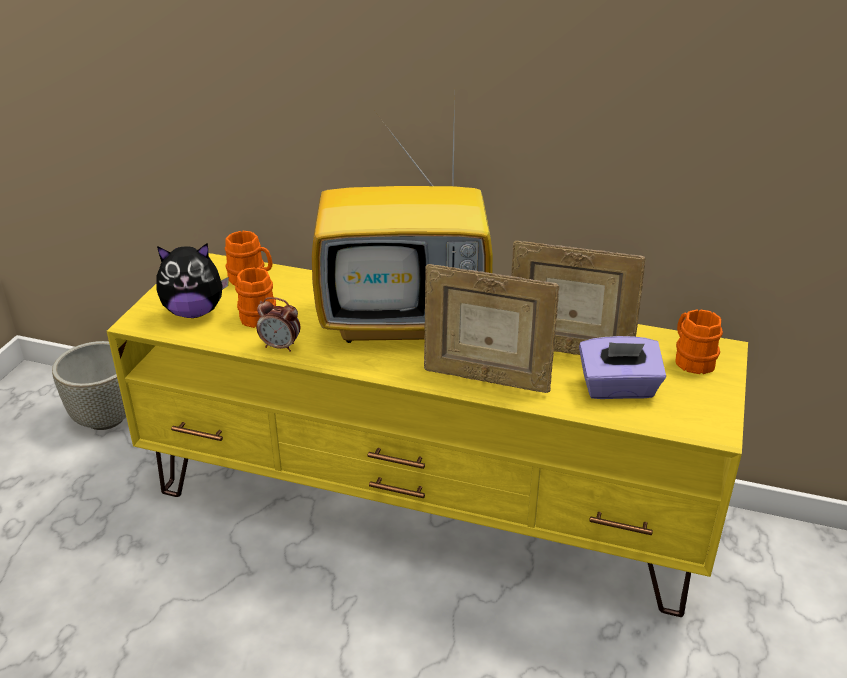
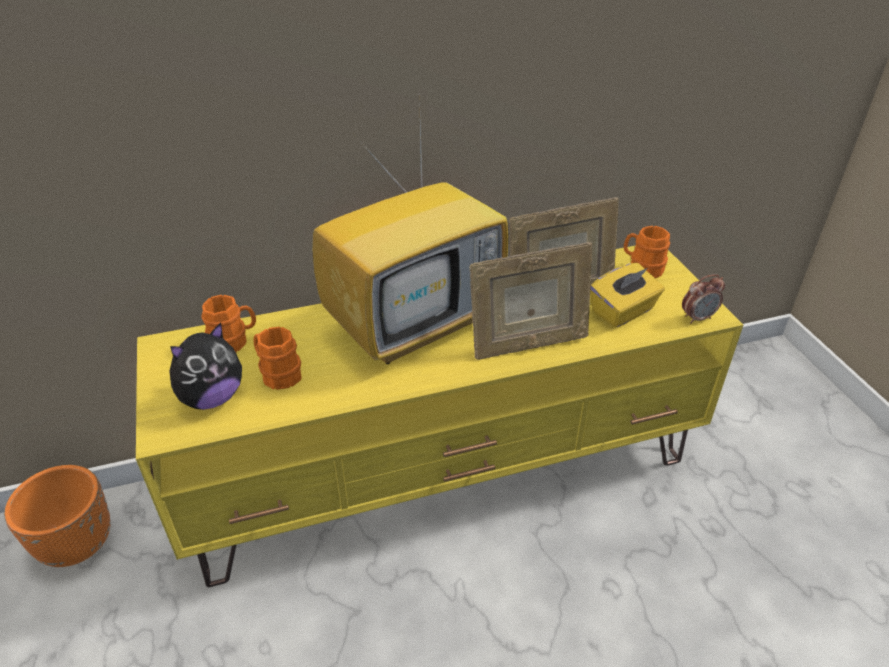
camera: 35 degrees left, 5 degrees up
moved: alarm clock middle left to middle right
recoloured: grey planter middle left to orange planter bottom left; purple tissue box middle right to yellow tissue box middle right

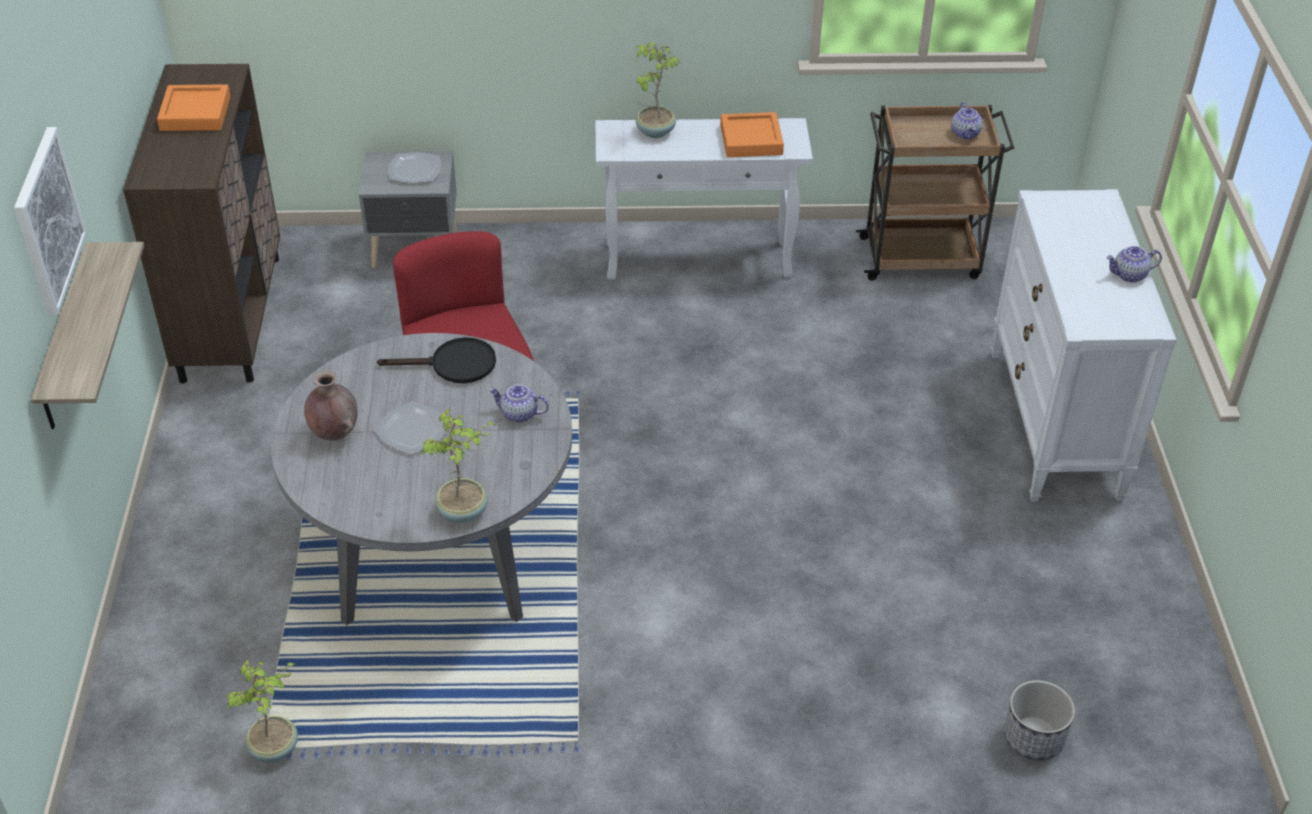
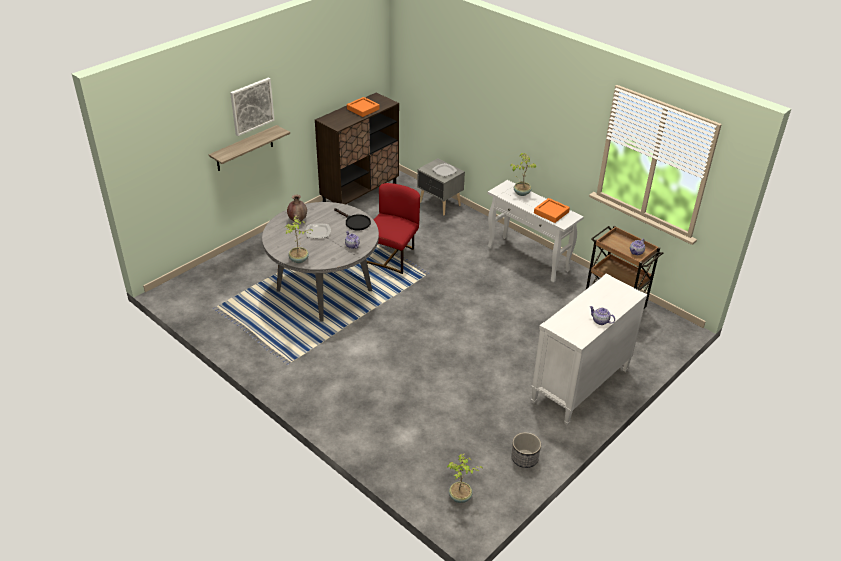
camera: 45 degrees right, 5 degrees down
moved: potted plant (1st from left in the first image) bottom left to potted plant (2nd from left) bottom centre; planter bottom right to bottom centre

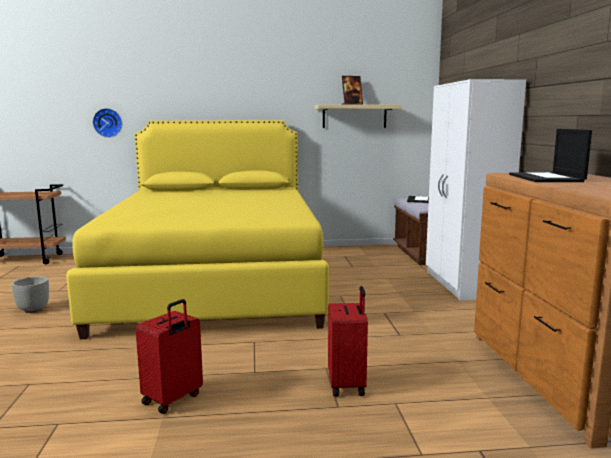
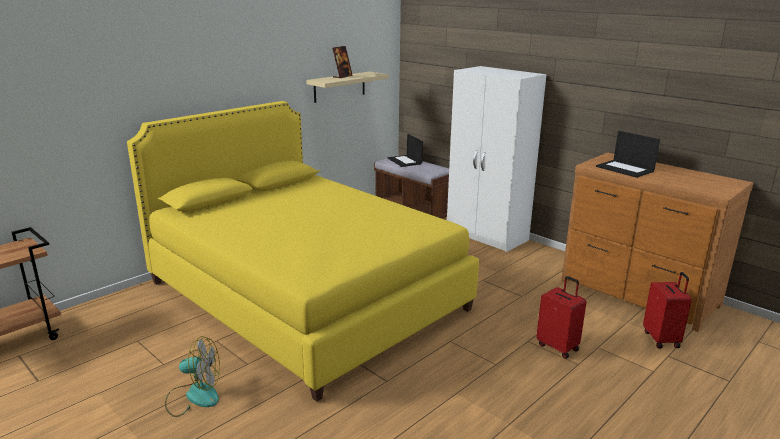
camera: 40 degrees left, 10 degrees up
removed: wall clock top left
moved: red suitcase (1st from left in the first image) bottom left to red suitcase (2nd from left) bottom right
replaced: grey planter middle left to fan bottom left

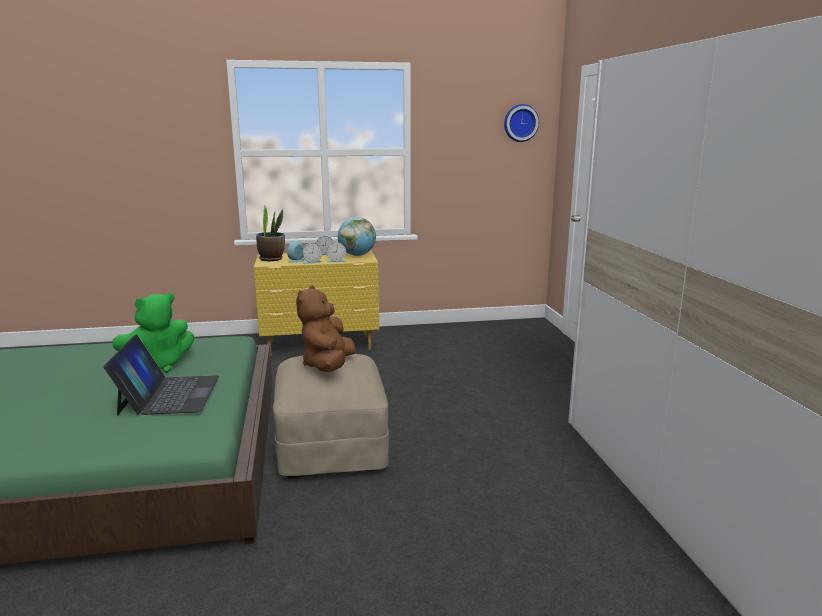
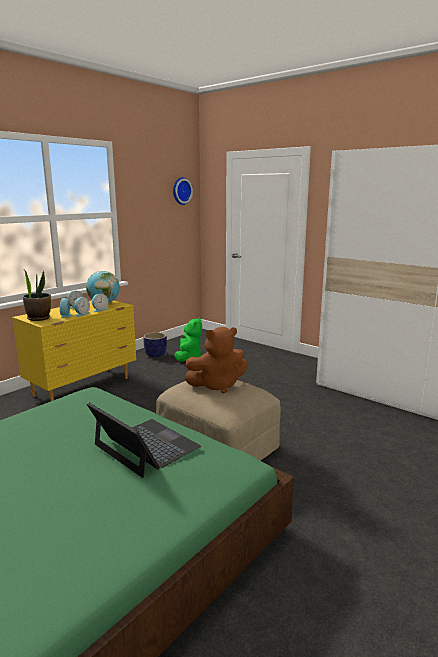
camera: 40 degrees left, 0 degrees up
added: planter centre
moved: green plush toy middle left to centre
turned: brown plush toy centre = centre 75 degrees counterclockwise

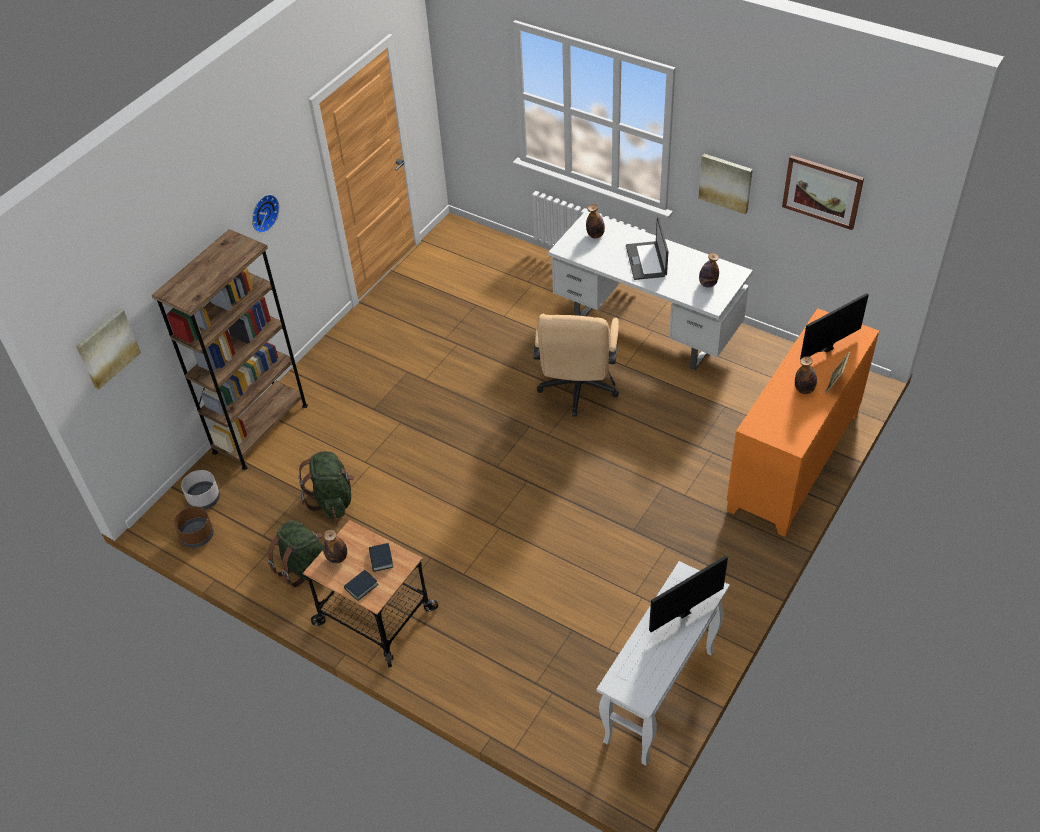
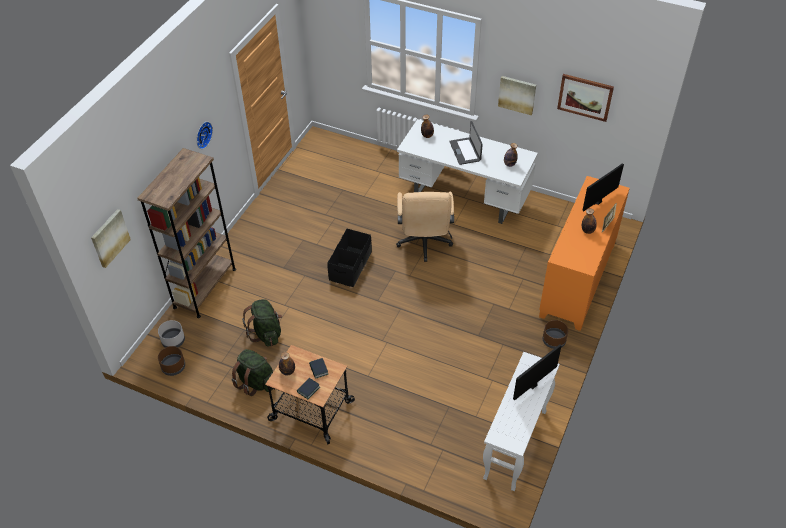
camera: 10 degrees left, 0 degrees up
added: black storage box centre; brown planter (2nd from left) middle right

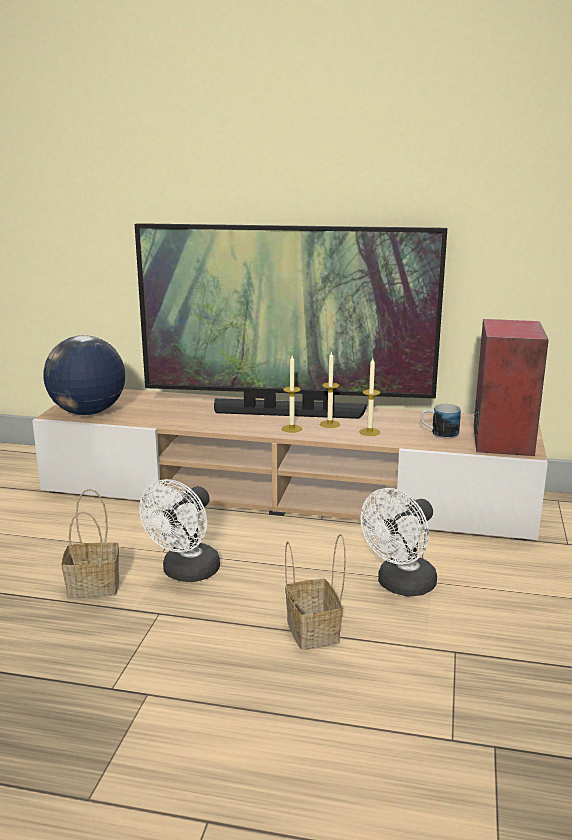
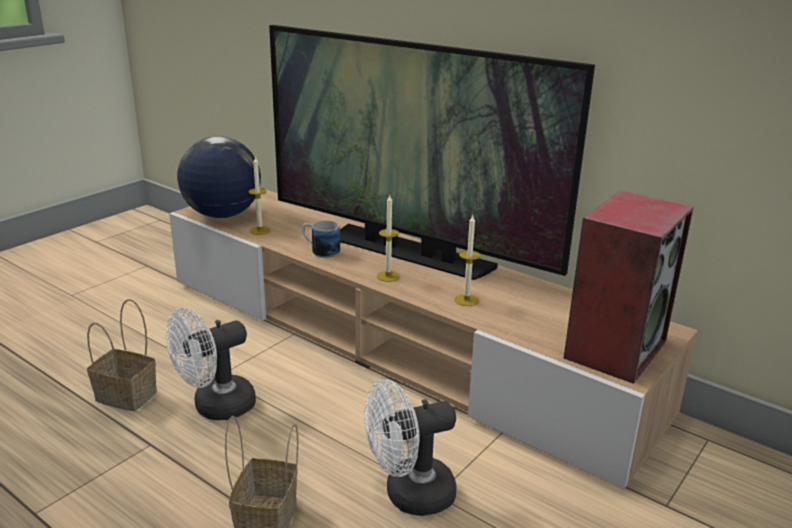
camera: 25 degrees right, 5 degrees up
moved: candle (2nd from left in the first image) centre to candle (1st from left) middle left; mug middle right to centre

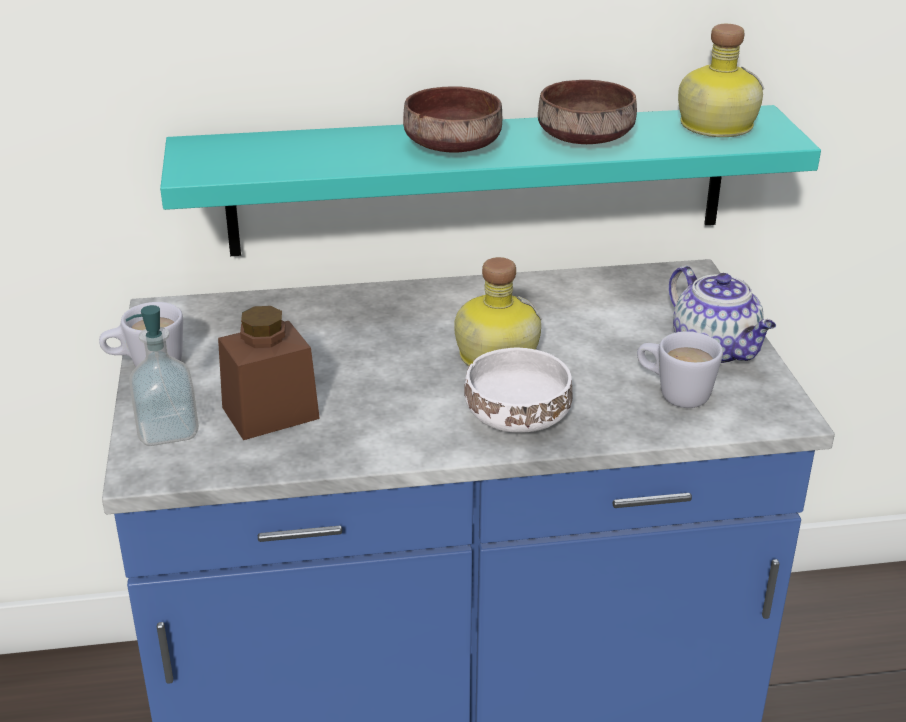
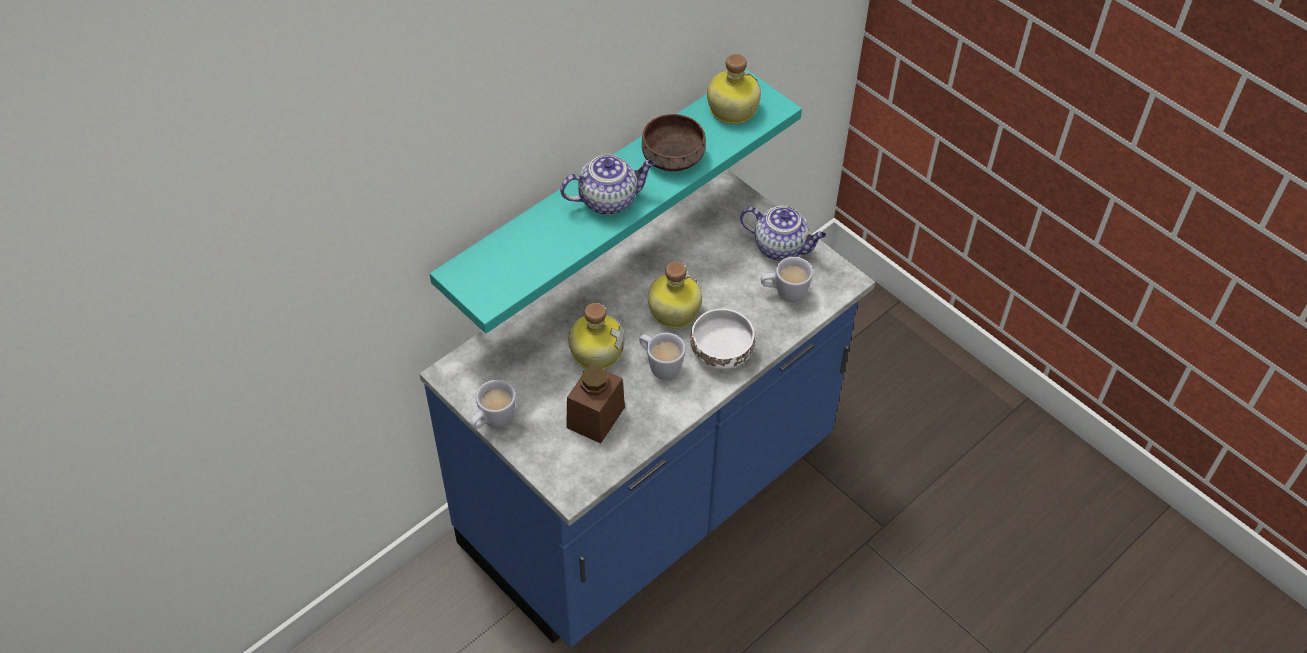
camera: 35 degrees left, 20 degrees up
removed: soap dispenser middle left
added: bottle (1st from left) centre; white mug (2nd from left) centre
replaced: brown bowl (1st from left) top centre to teapot (1st from left) top centre

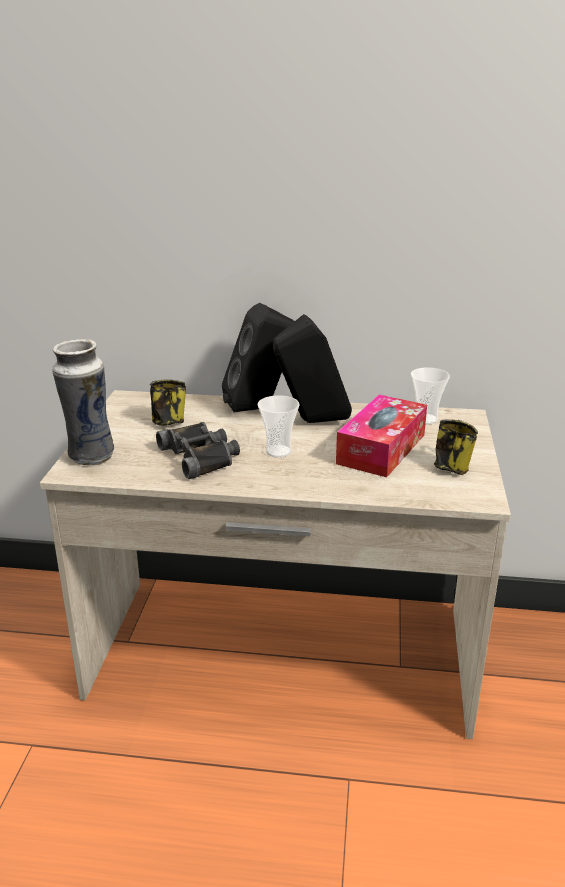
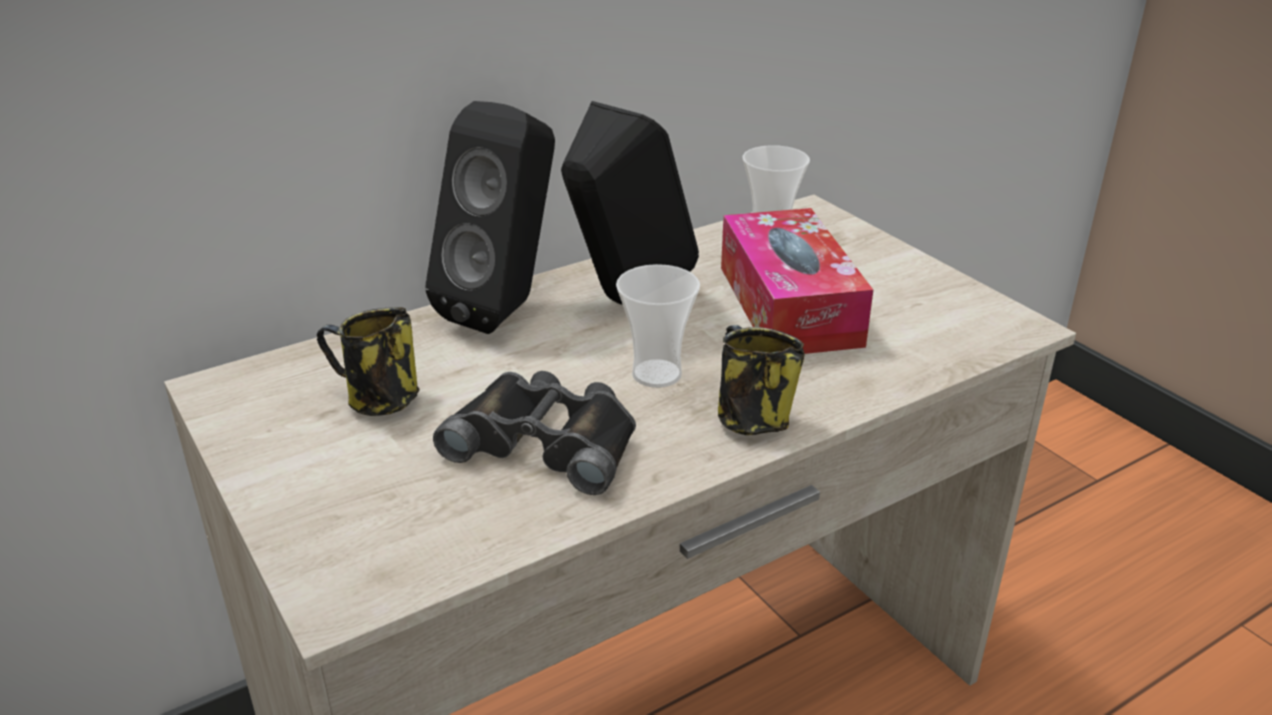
camera: 40 degrees left, 5 degrees up
removed: vase middle left
moved: mug (2nd from left) middle right to centre

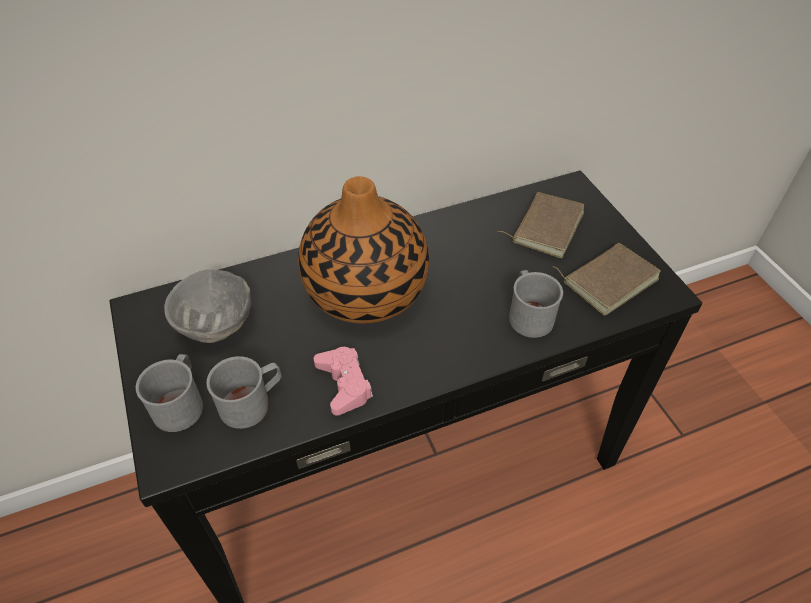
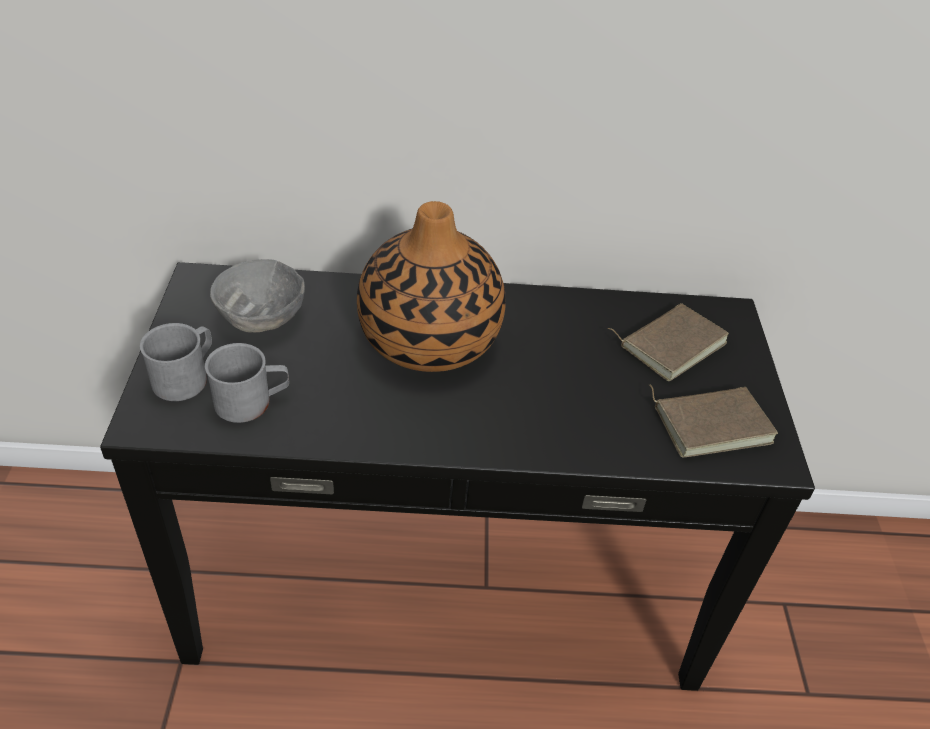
camera: 20 degrees right, 5 degrees down
removed: pink game controller centre; grey mug (3rd from left) centre

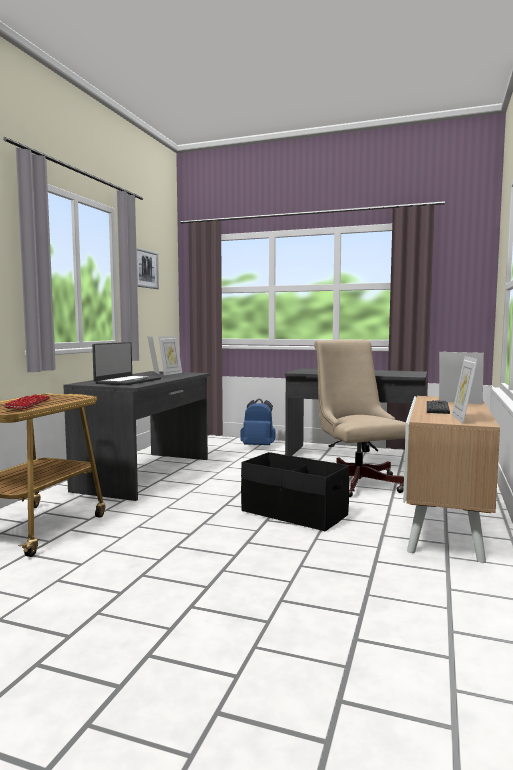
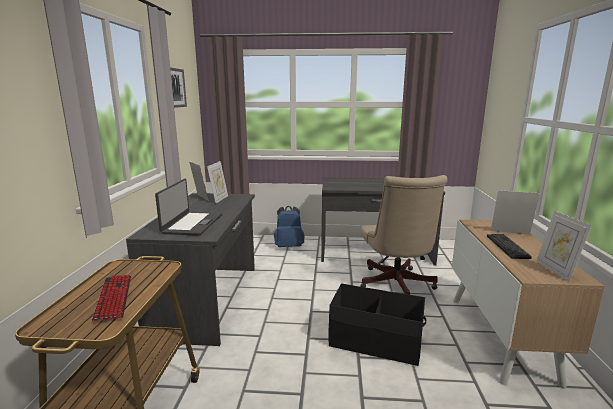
camera: 15 degrees left, 10 degrees up
turned: beige office chair middle right = centre 150 degrees counterclockwise

